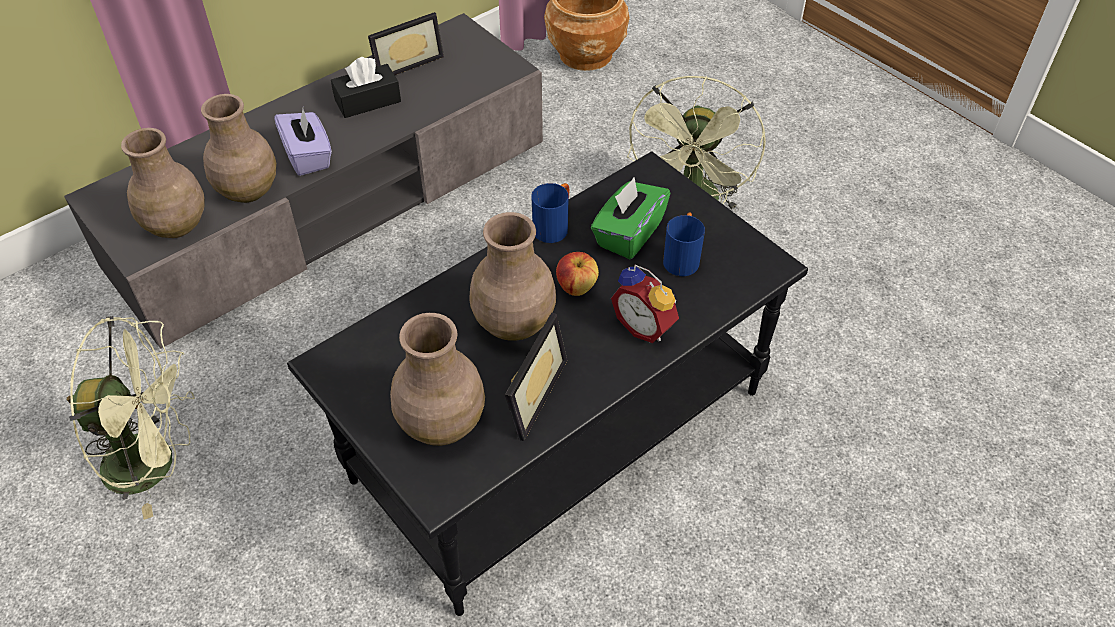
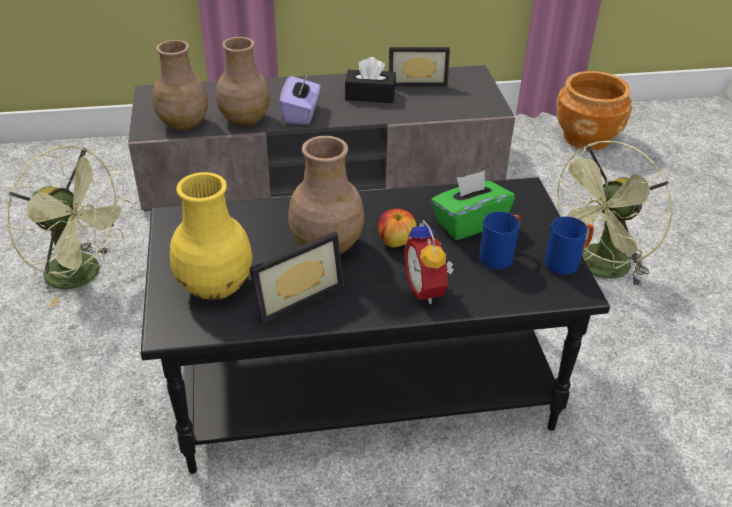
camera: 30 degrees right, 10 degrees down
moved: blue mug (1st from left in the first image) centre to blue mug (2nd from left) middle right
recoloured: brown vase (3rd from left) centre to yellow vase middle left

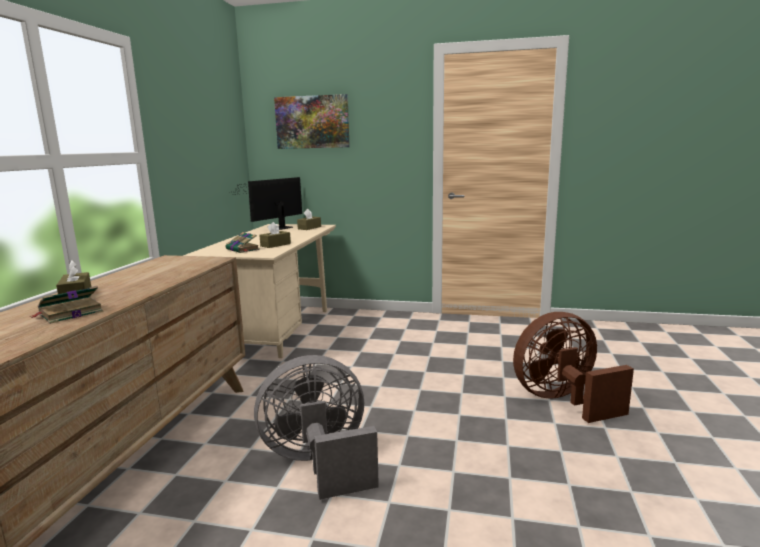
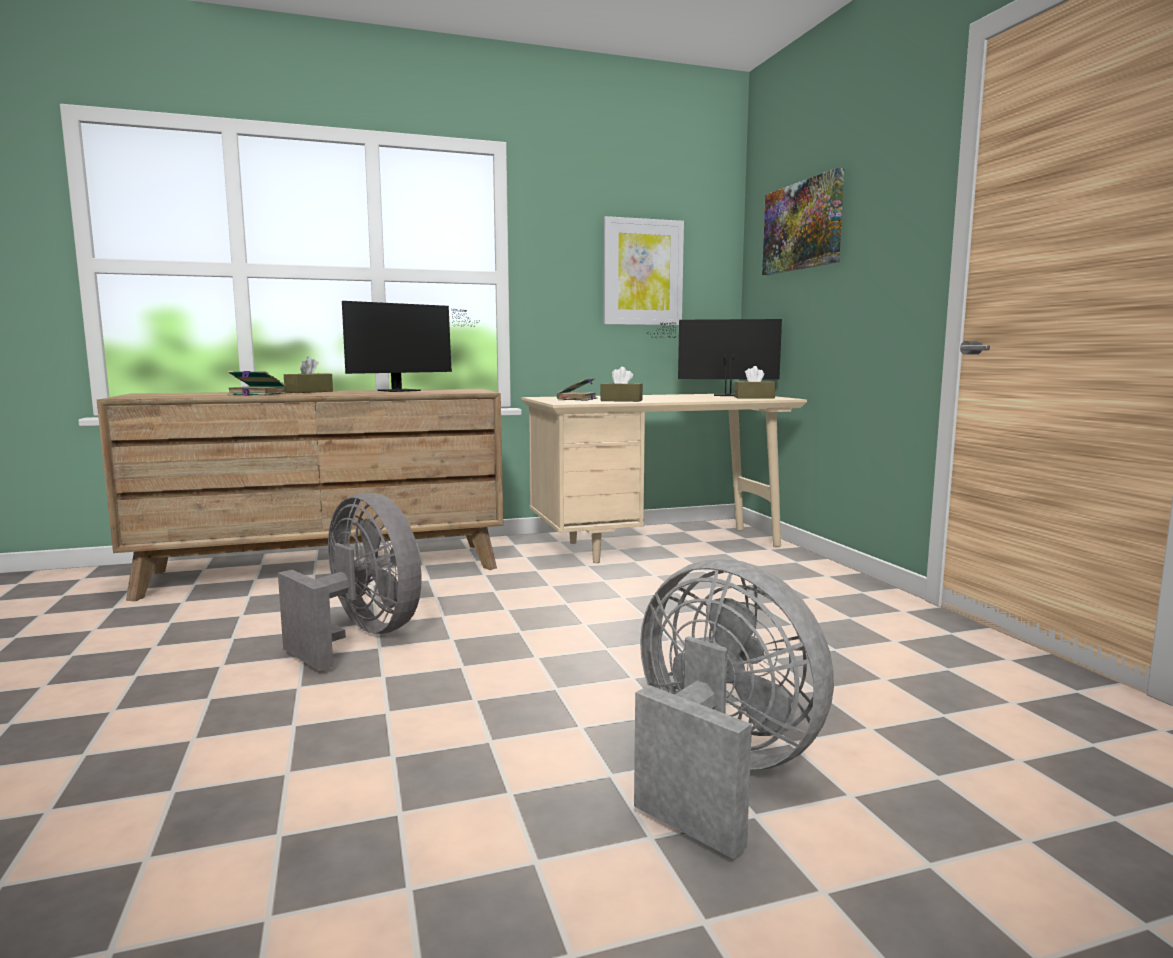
camera: 60 degrees right, 5 degrees down
added: monitor (1st from left) centre; picture (1st from left) top centre
recoloured: brown fan bottom right to grey fan (2nd from left) bottom centre

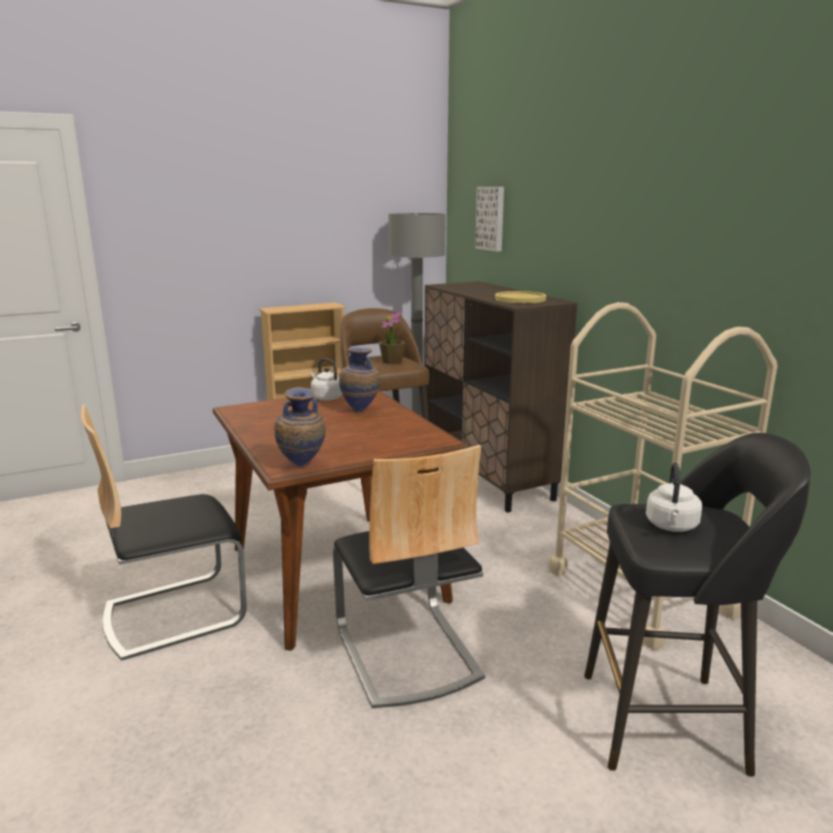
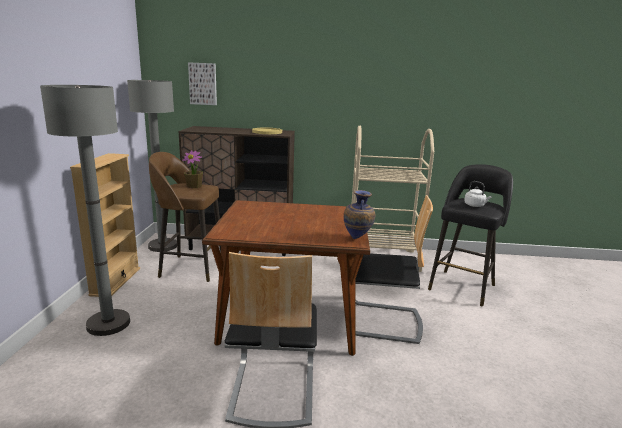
camera: 60 degrees left, 0 degrees up
removed: white kettle (1st from left) centre; vase (2nd from left) centre
added: grey floor lamp (1st from left) middle left

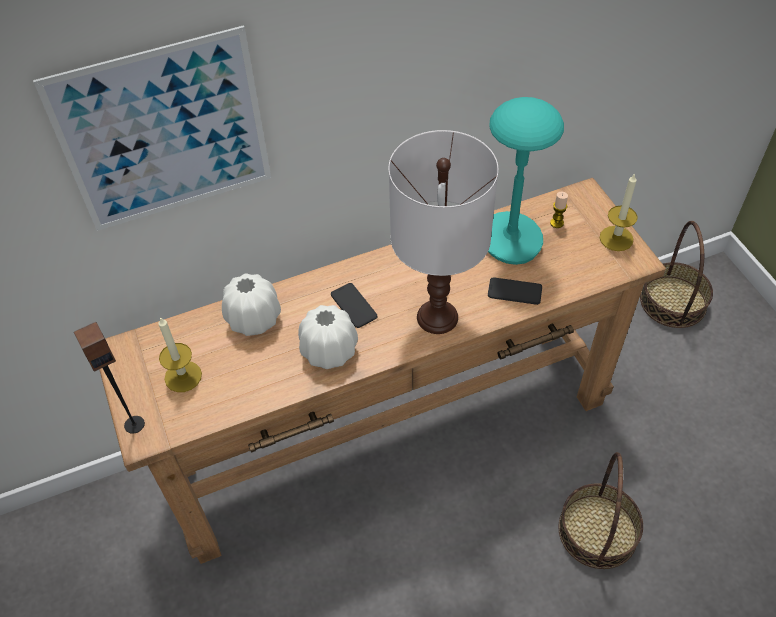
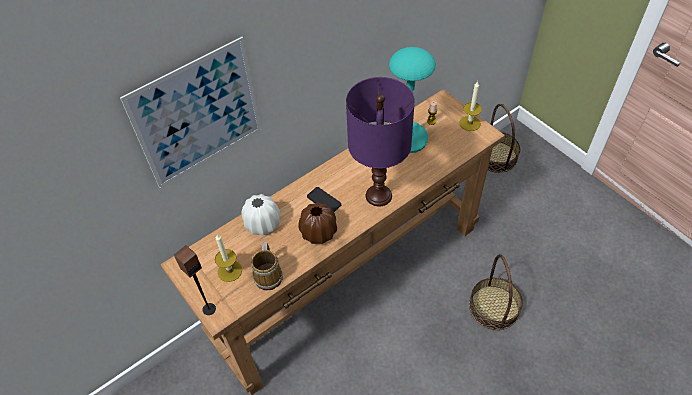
camera: 15 degrees left, 0 degrees up
removed: phone (2nd from left) centre
added: mug bottom centre
recoloured: white vase (2nd from left) centre to brown vase centre; white table lamp centre to purple table lamp centre

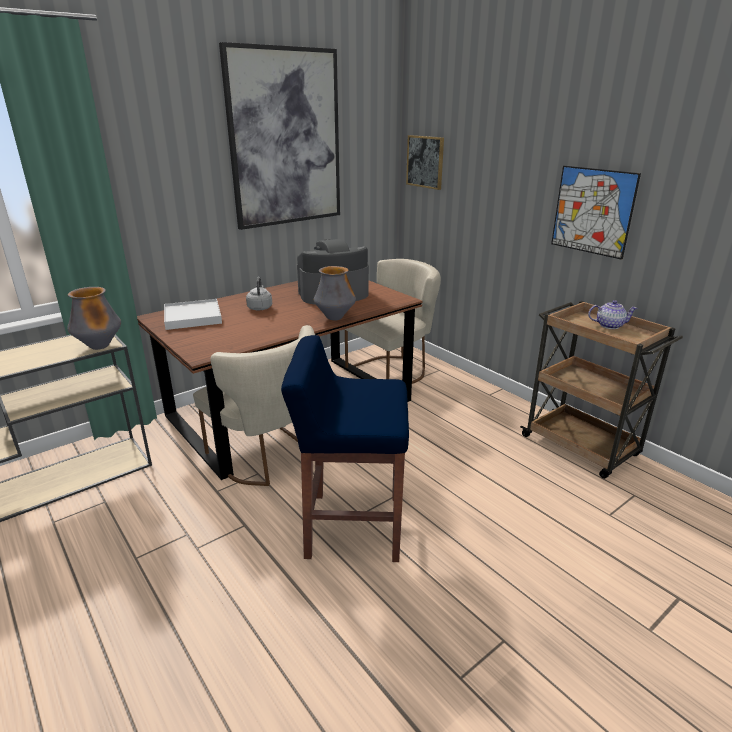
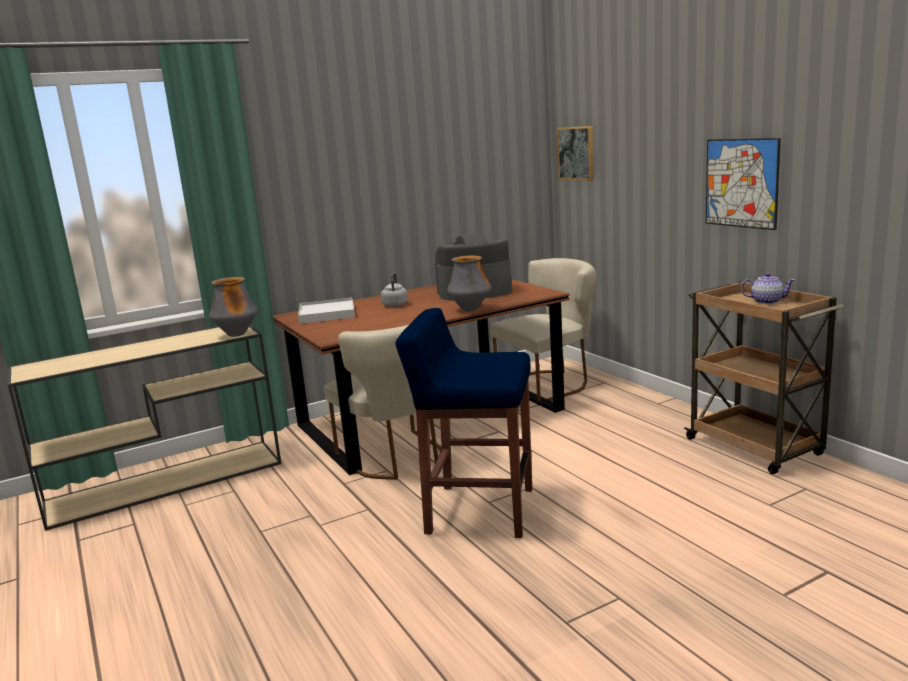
camera: 10 degrees right, 10 degrees down
removed: picture (1st from left) top centre

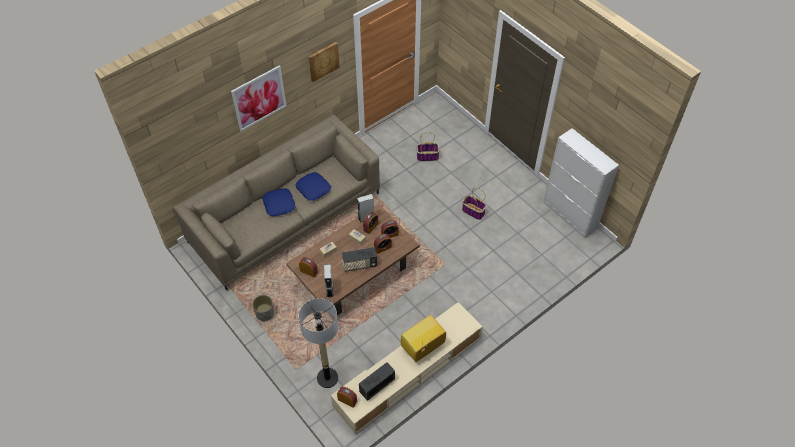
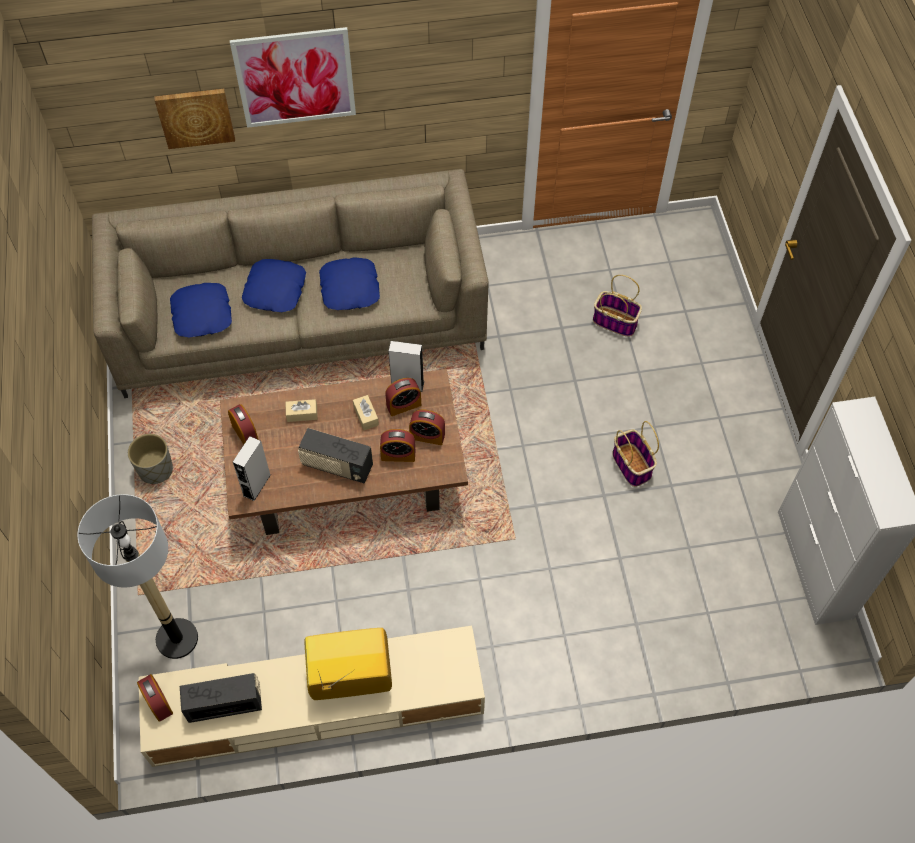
camera: 30 degrees right, 5 degrees up
added: blue pillow (1st from left) middle left
moved: picture (2nd from left in the first image) top centre to picture (1st from left) top left

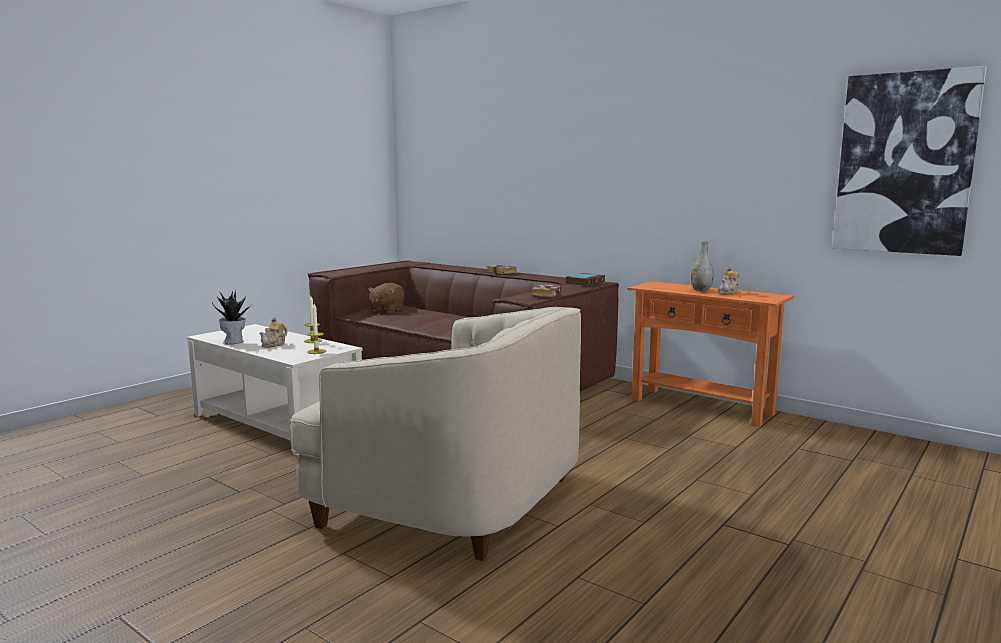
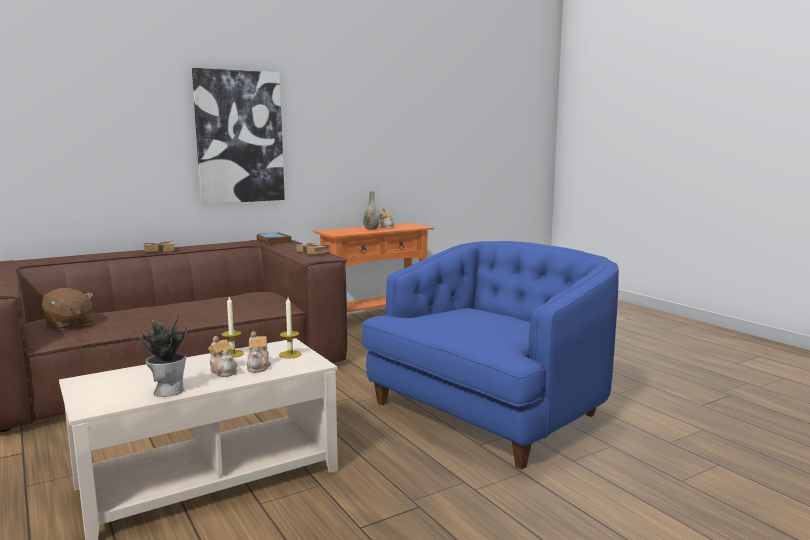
camera: 70 degrees left, 0 degrees up
added: teapot (2nd from left) middle left
moved: picture top right to top left
recoloured: beige armchair bottom centre to blue armchair centre

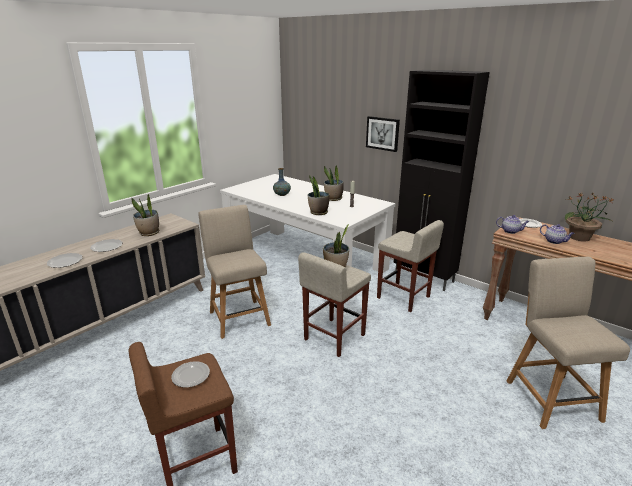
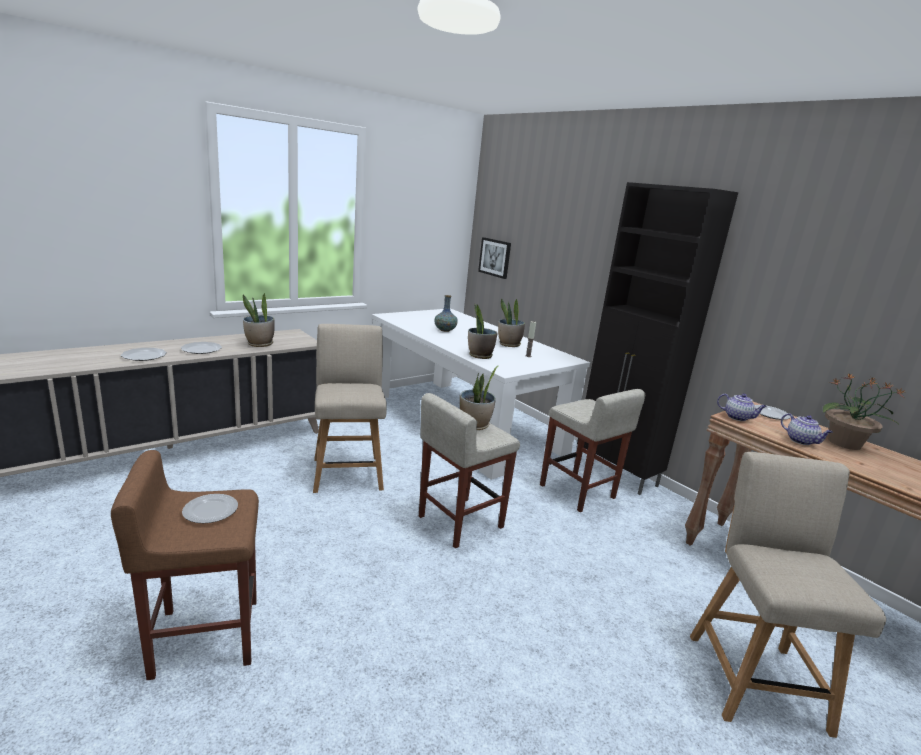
camera: 10 degrees right, 5 degrees down
moved: picture top centre to centre

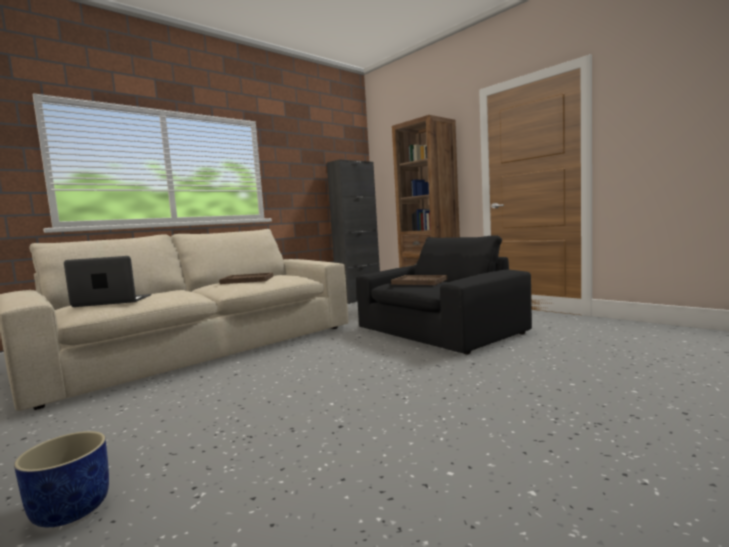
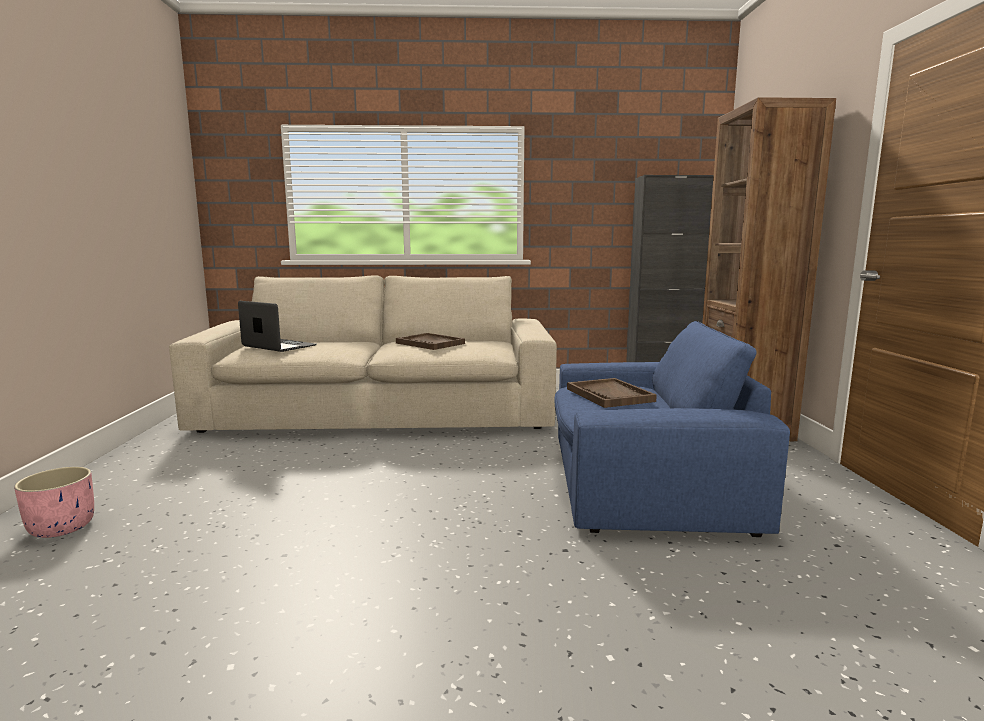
camera: 40 degrees right, 5 degrees up
recoloured: blue planter bottom left to pink planter bottom left; black armchair centre to blue armchair middle right

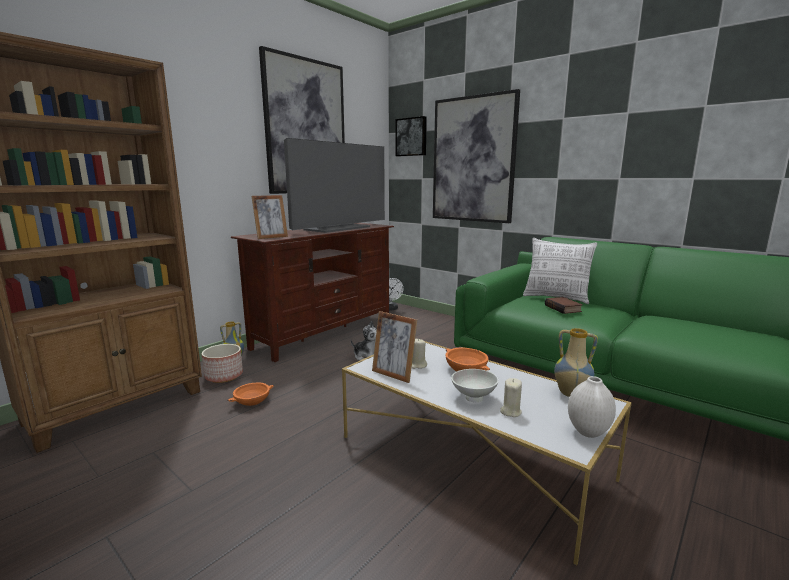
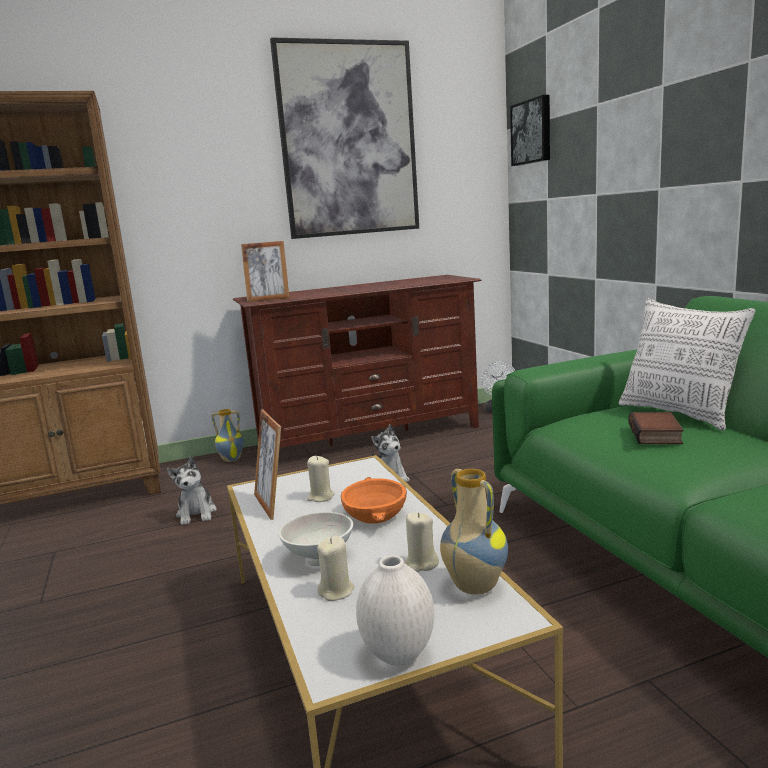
camera: 30 degrees right, 0 degrees up
removed: planter middle left; television top centre; picture (3rd from left) top centre
added: beige candle (3rd from left) bottom centre
replaced: orange bowl (1st from left) bottom left to plush toy (1st from left) middle left

